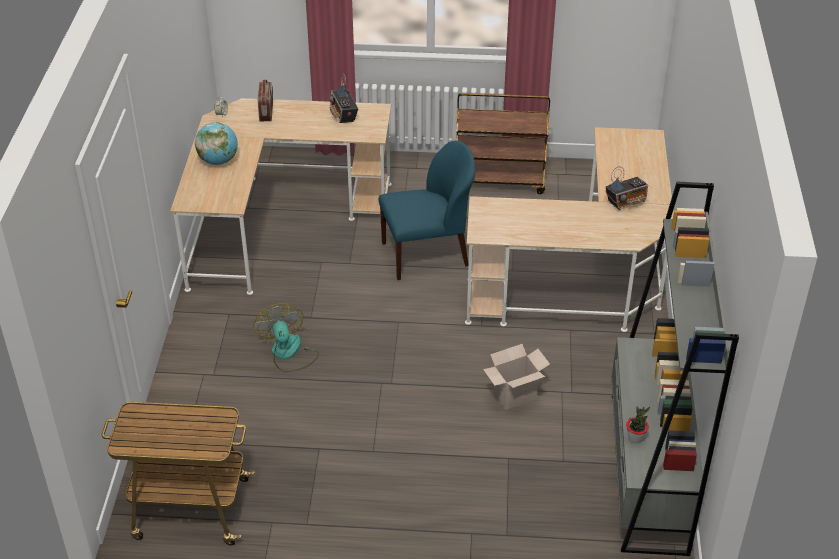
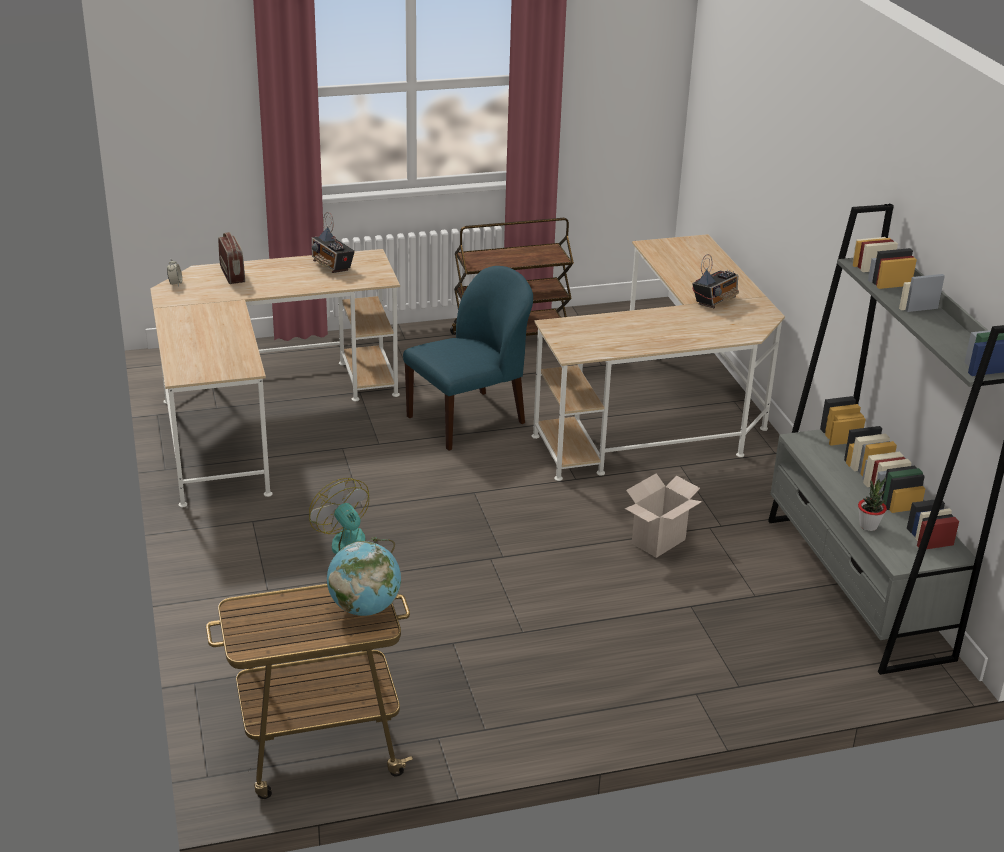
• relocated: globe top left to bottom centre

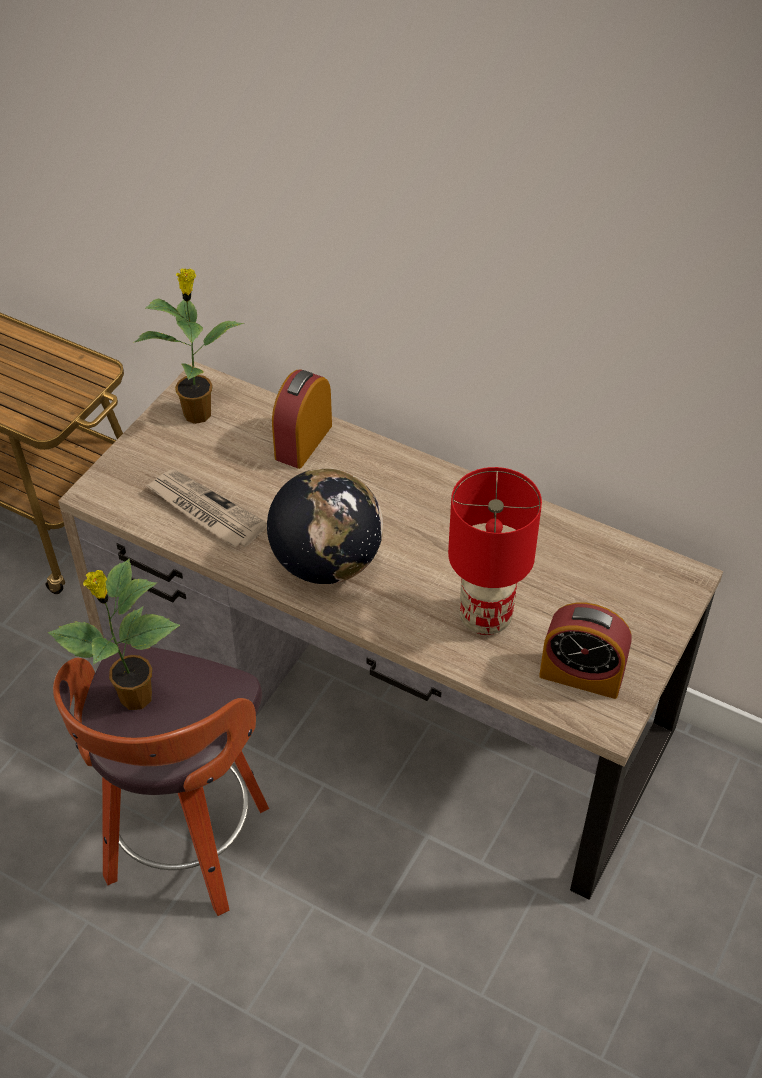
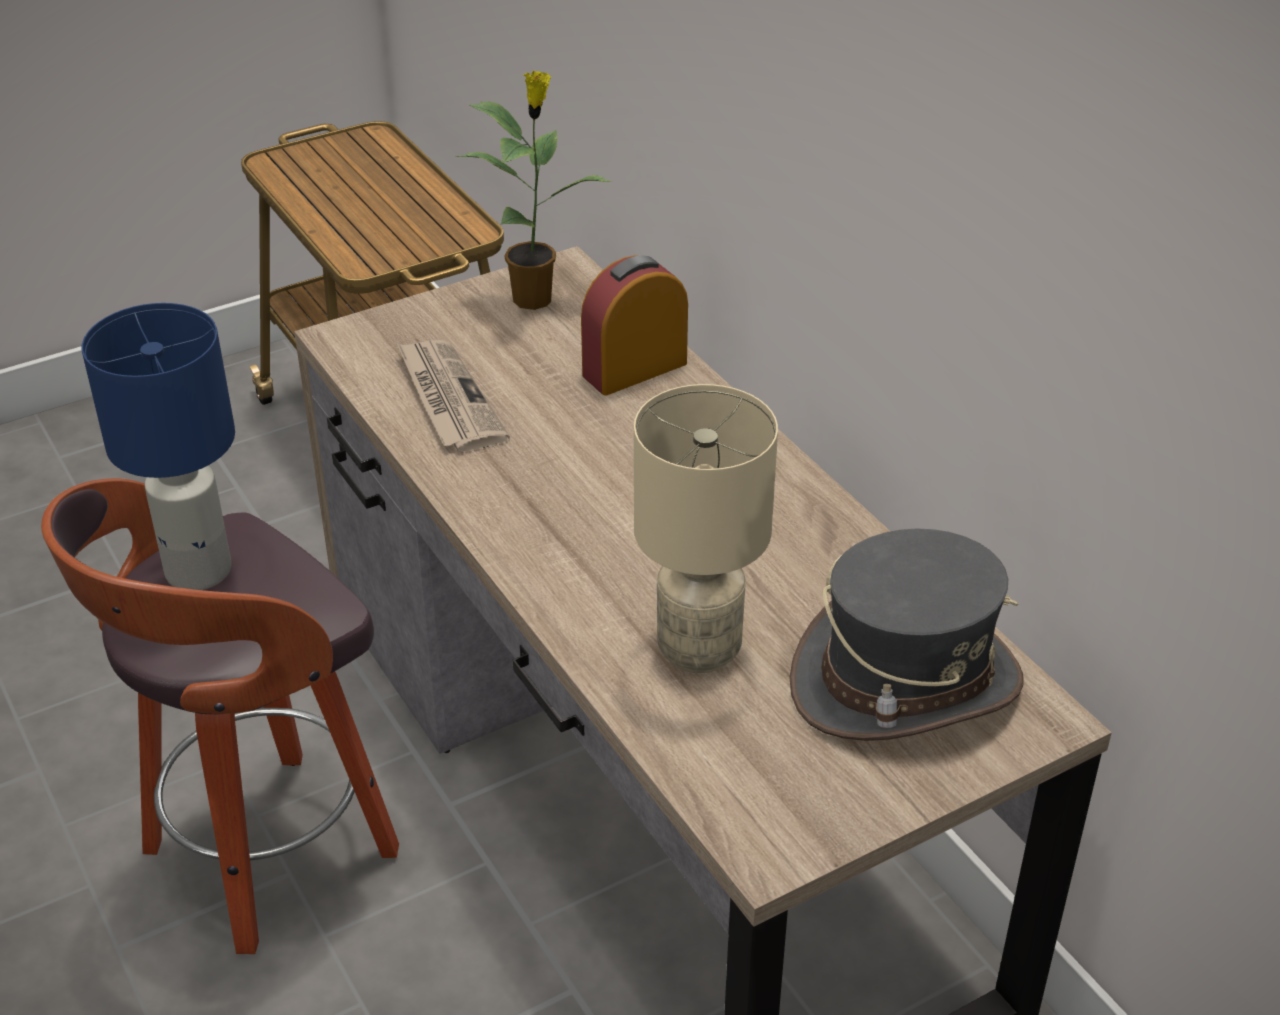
• colour: red table lamp centre to beige table lamp centre
• missing: globe centre
• exchanged: potted plant (no. 1 from left) middle left to blue table lamp middle left
• missing: alarm clock (no. 2 from left) middle right
• appeared: grey hat middle right

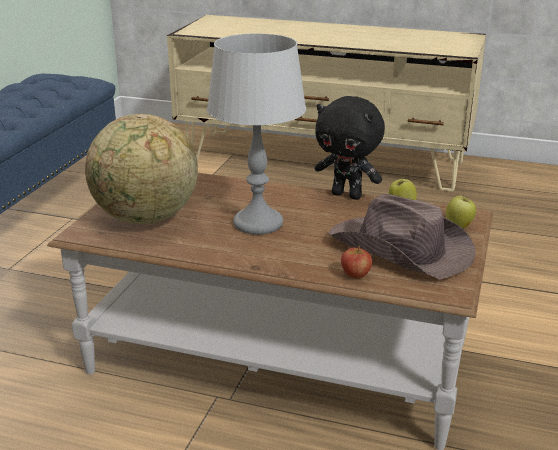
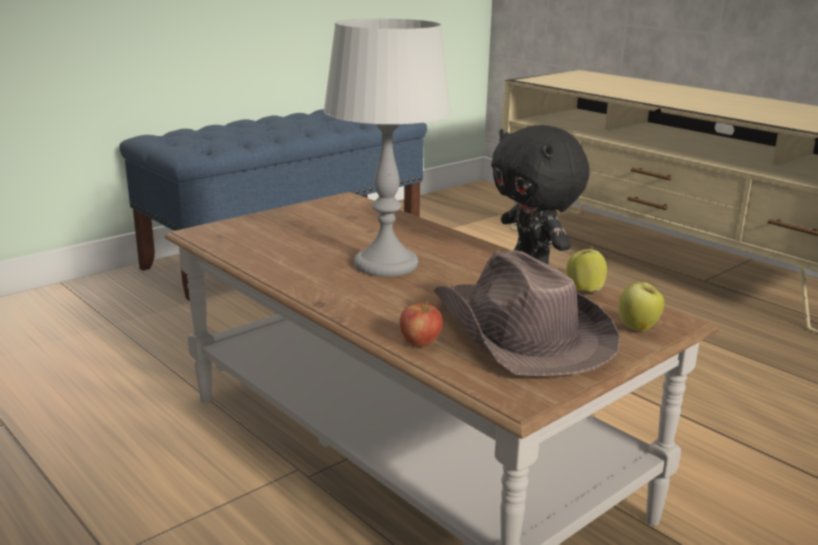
• missing: globe middle left

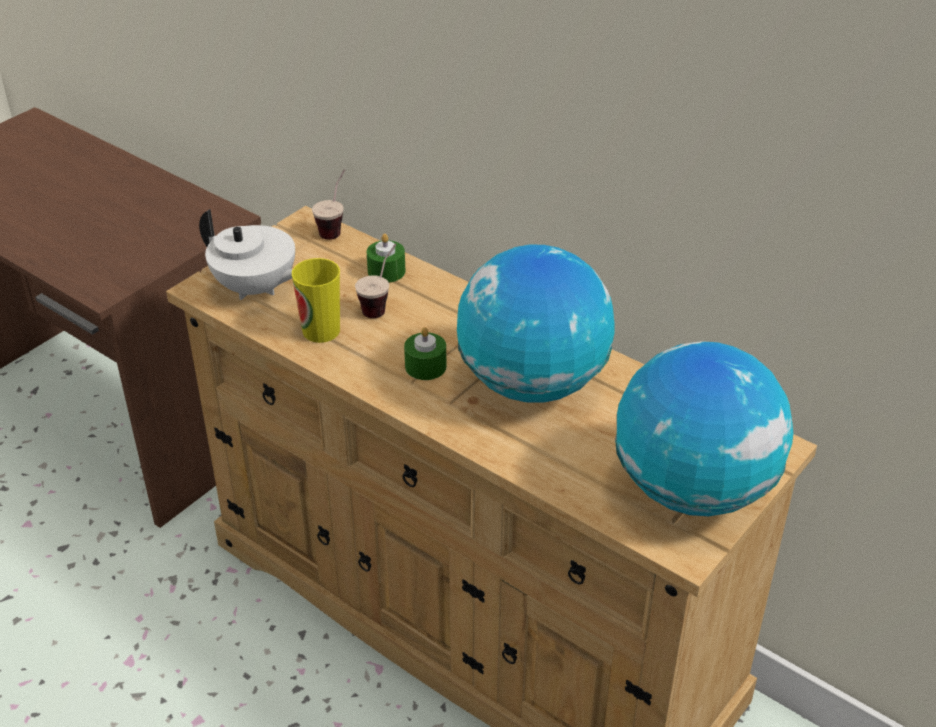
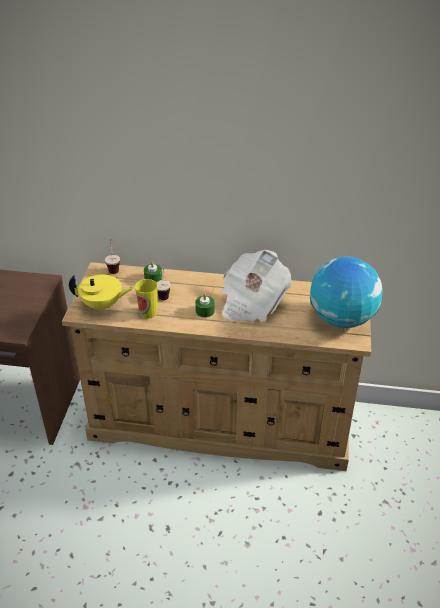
• colour: white teapot middle left to yellow teapot middle left
• exchanged: globe (no. 1 from left) centre to newspaper centre

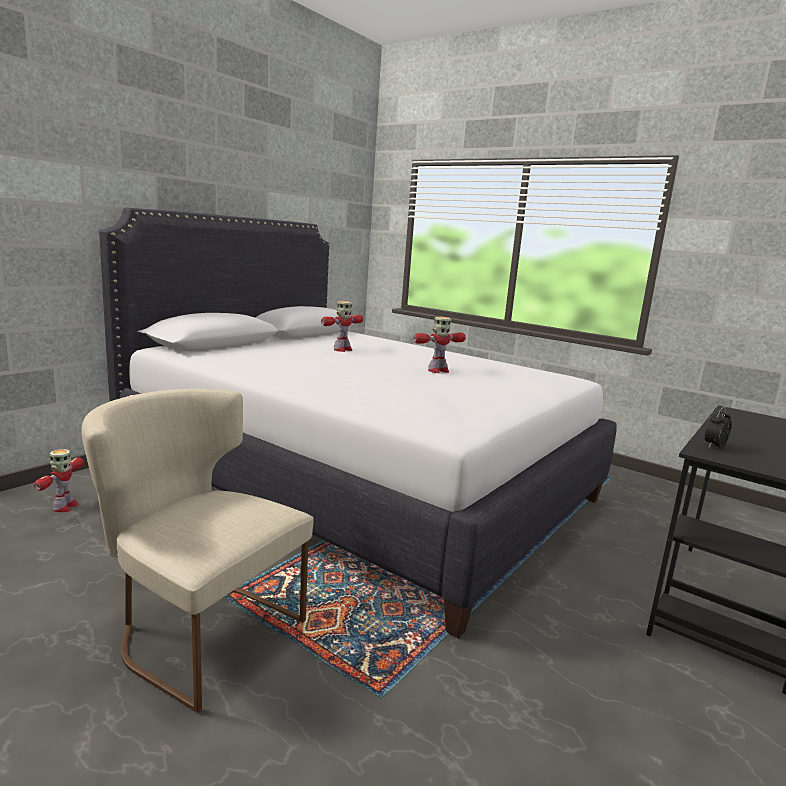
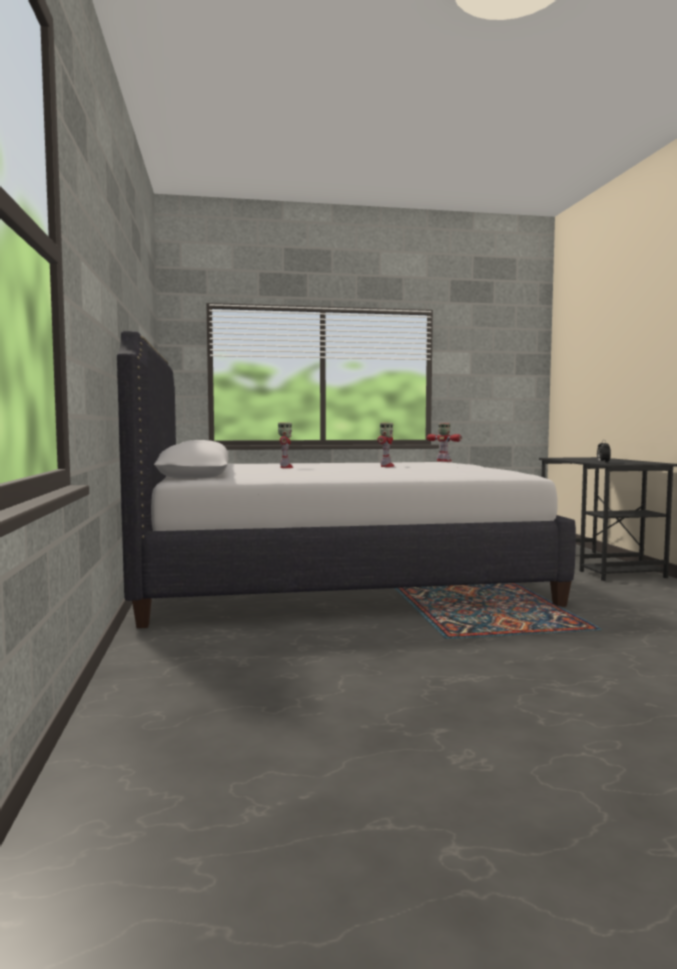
• missing: beige chair bottom left
• relocated: toy robot (no. 1 from left in the first image) middle left to toy robot (no. 3 from left) centre

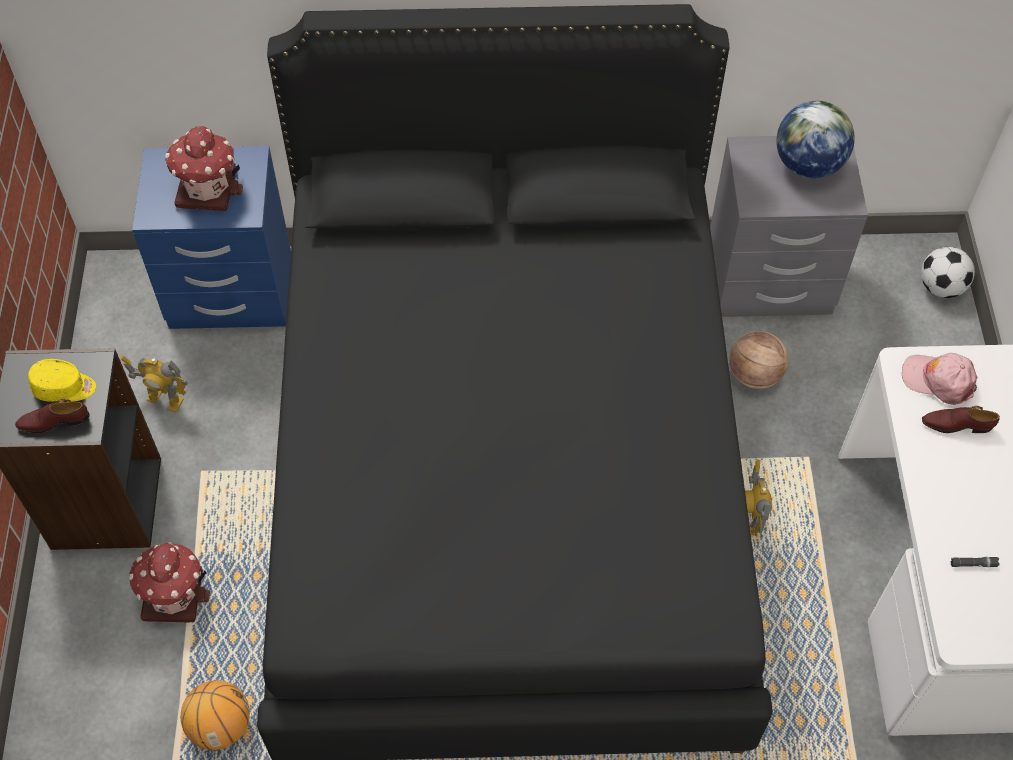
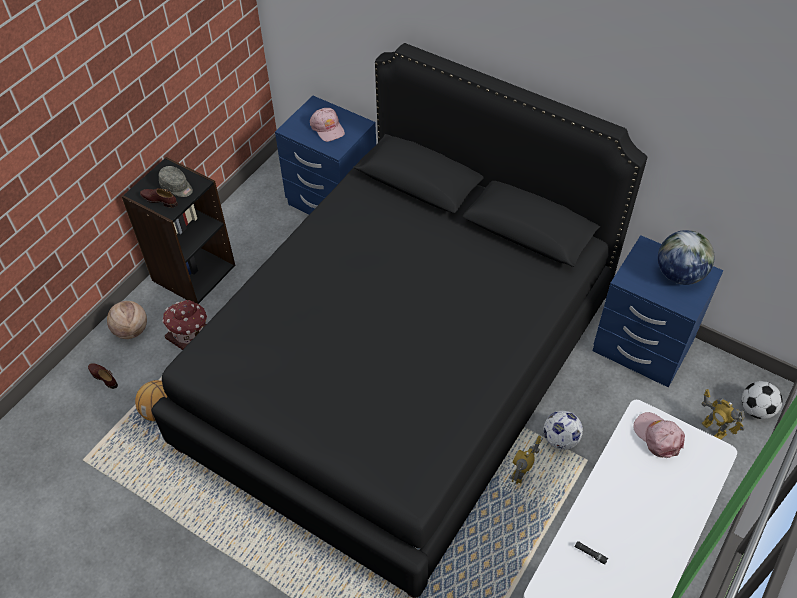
• exchanged: toy house (no. 2 from left) top left to pink cap (no. 1 from left) top centre
• colour: grey nightstand top right to blue nightstand (no. 2 from left) middle right
• relocated: basketball (no. 2 from left in the first image) middle right to basketball (no. 1 from left) middle left
• relocated: toy robot (no. 1 from left in the first image) middle left to toy robot (no. 2 from left) bottom right
• colour: yellow cap middle left to grey cap top left
• relocated: brown shoe (no. 2 from left in the first image) middle right to brown shoe (no. 1 from left) middle left
• appeared: football (no. 1 from left) bottom right

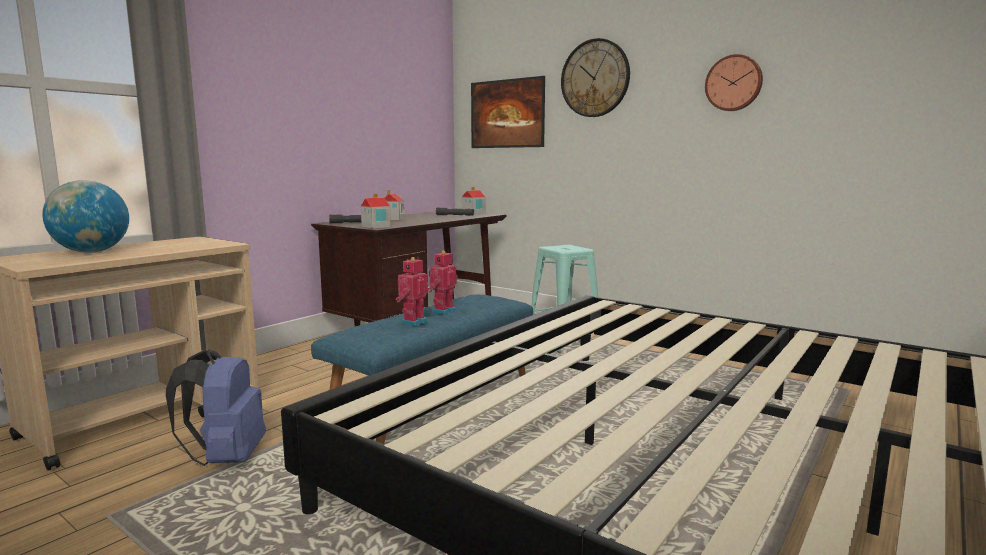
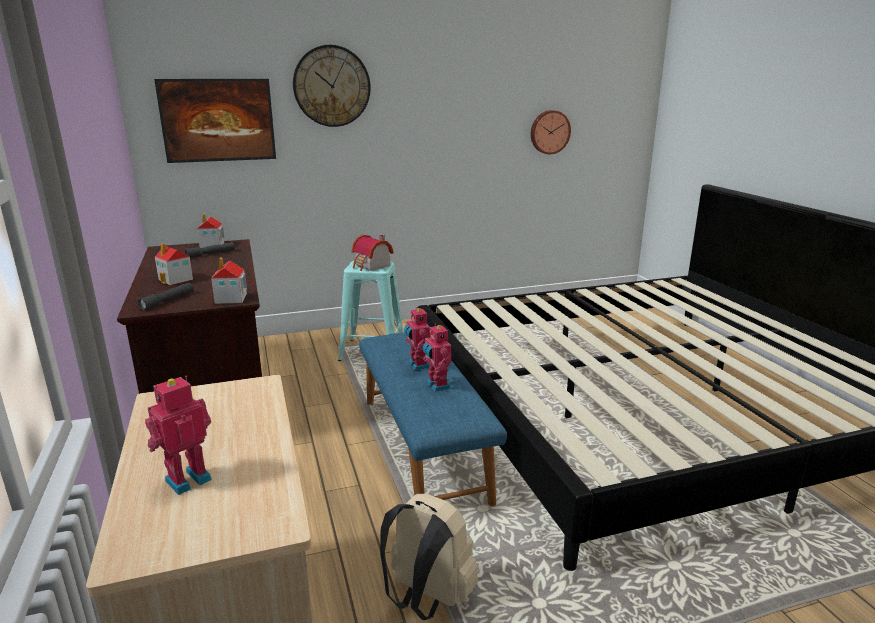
• relocated: wall clock (no. 2 from left) top right to top centre
• exchanged: globe middle left to toy robot (no. 1 from left) bottom left
• colour: blue backpack bottom left to beige backpack bottom centre
• appeared: toy house (no. 4 from left) centre

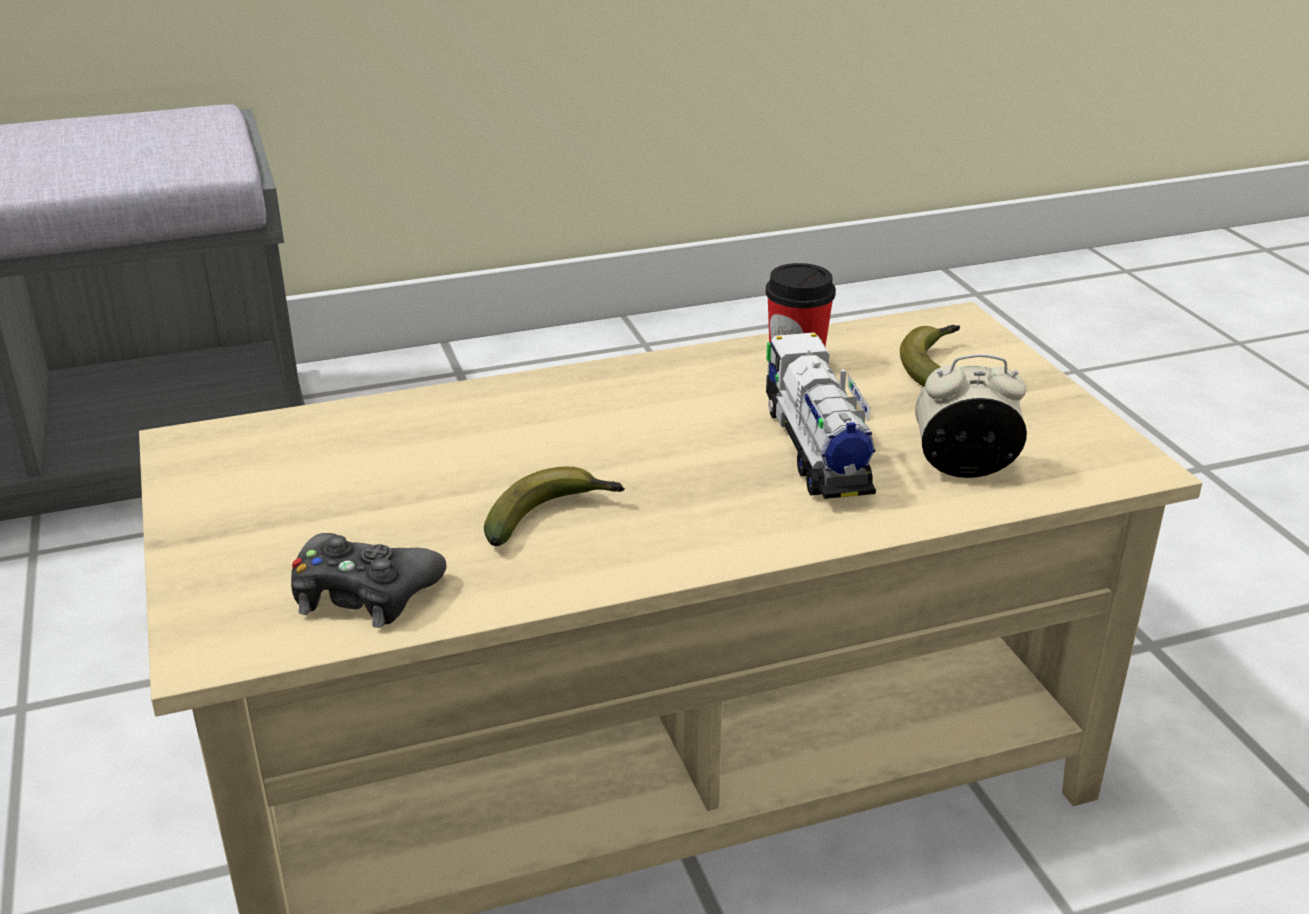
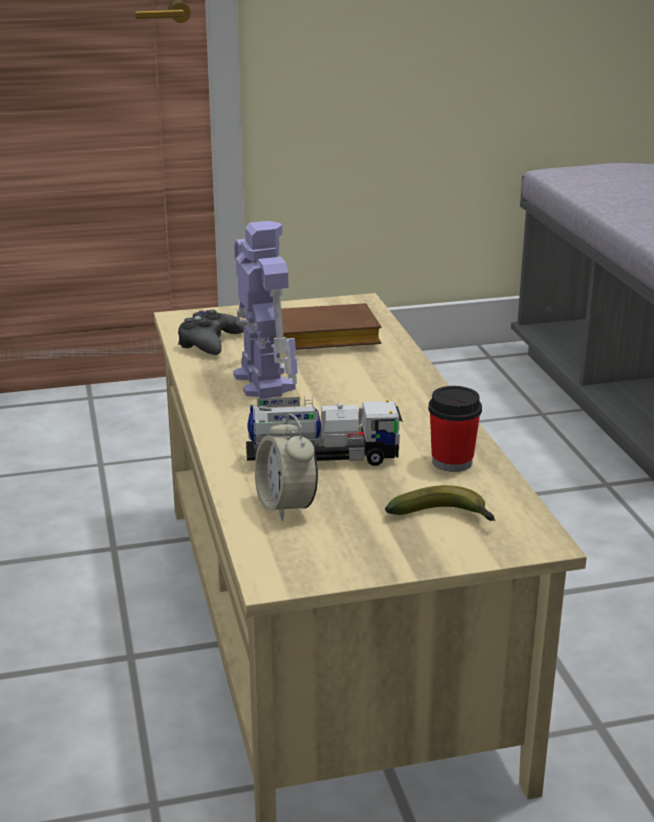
• spun: alarm clock middle right = centre 150 degrees clockwise
• exchanged: banana (no. 1 from left) centre to toy robot centre
• appeared: brown book centre

